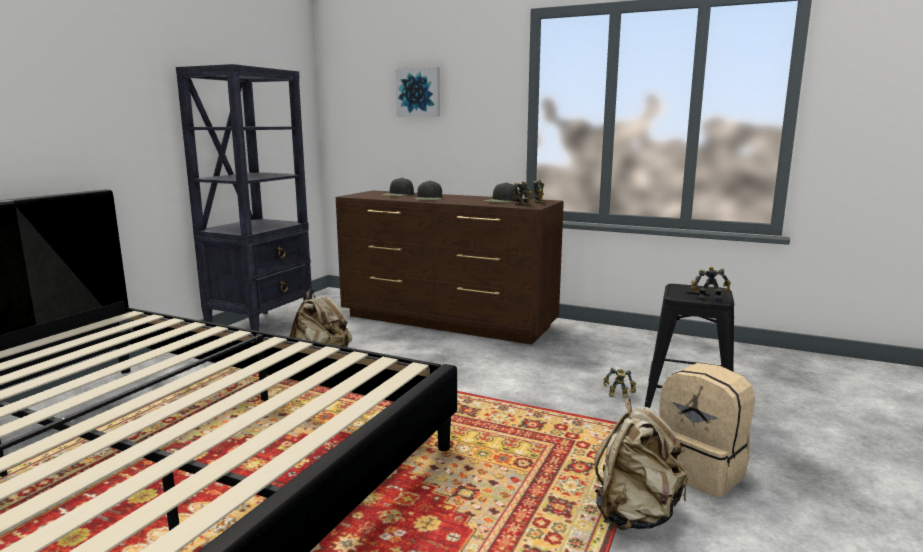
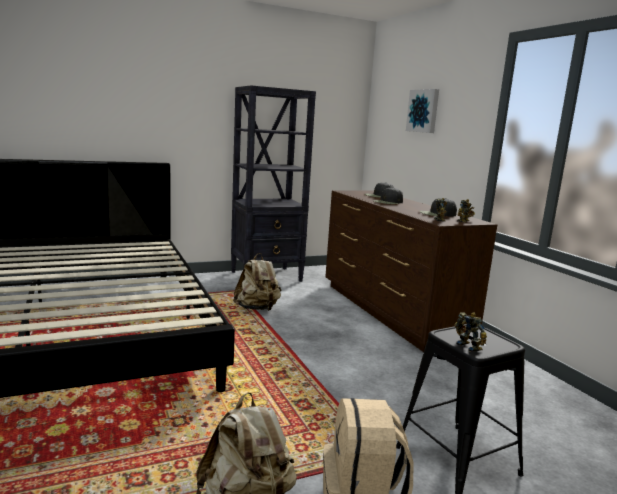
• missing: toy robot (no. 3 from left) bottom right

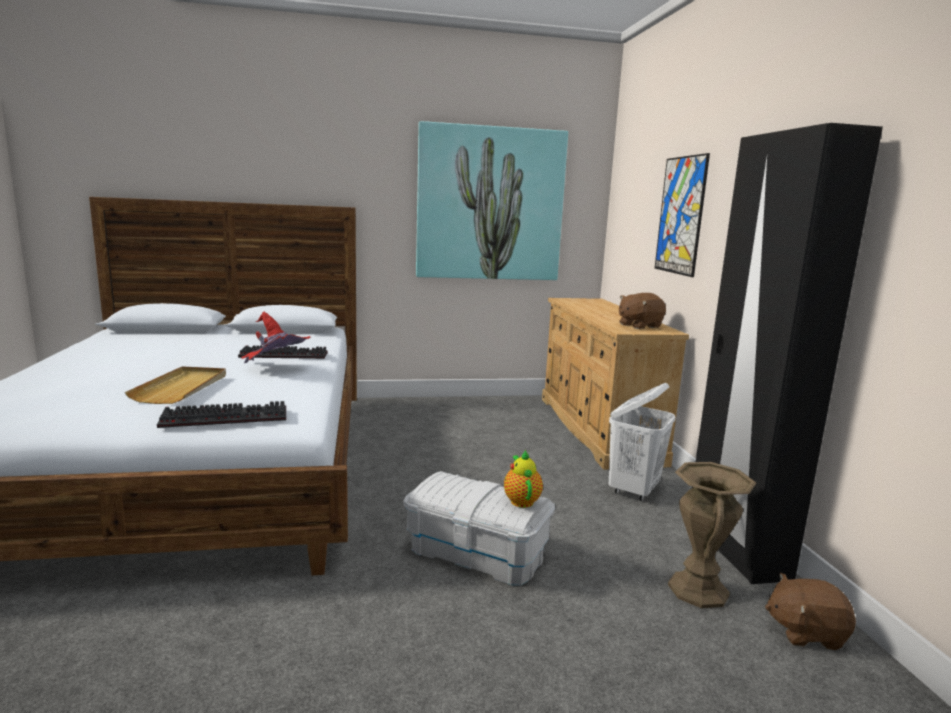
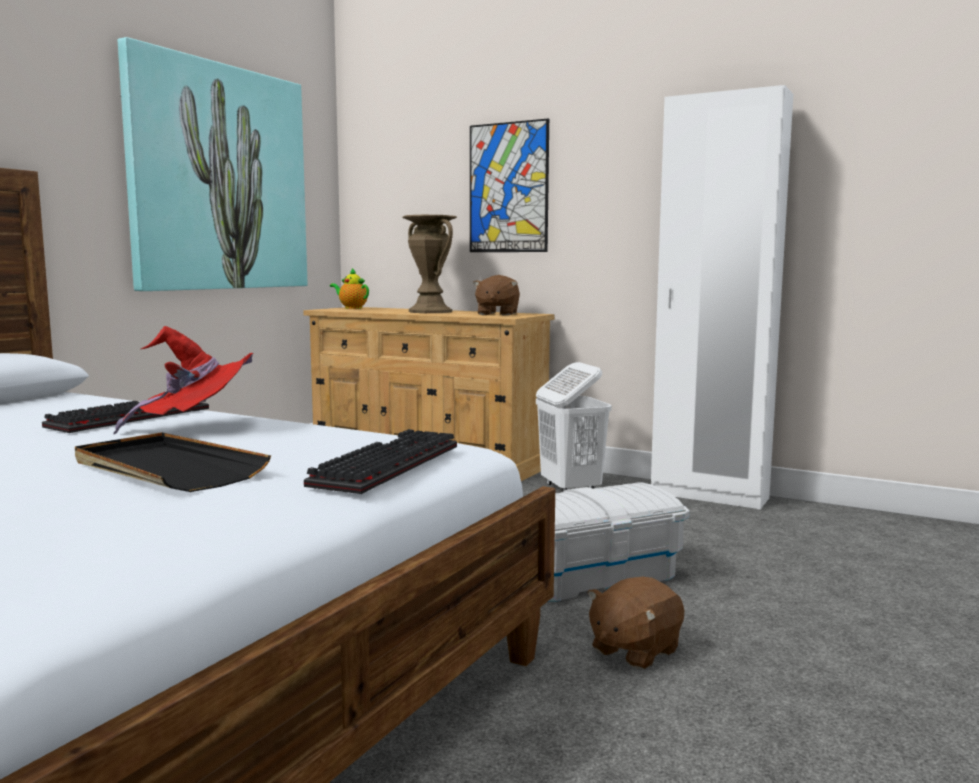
• colour: black wardrobe middle right to white wardrobe middle right
• colour: beige tray middle left to black tray middle left
• relocated: teapot bottom centre to centre
• relocated: brown vase bottom right to centre
• relocated: brown plush toy (no. 2 from left) bottom right to bottom centre

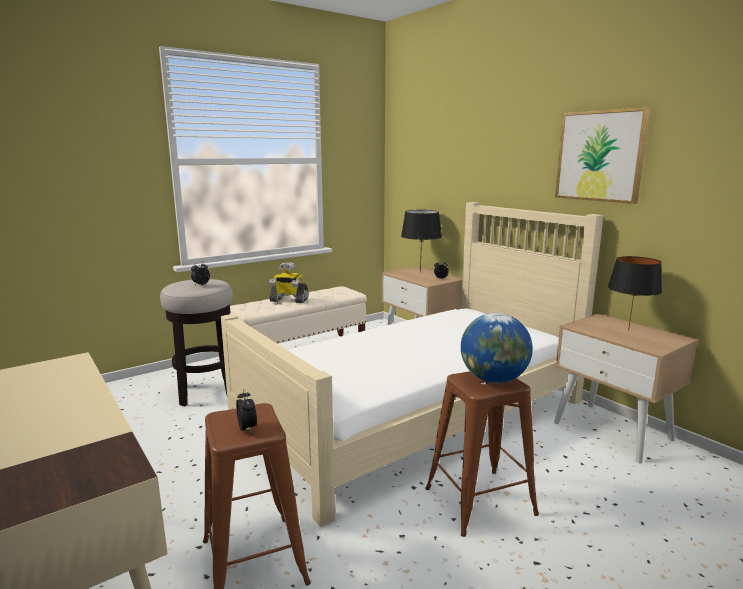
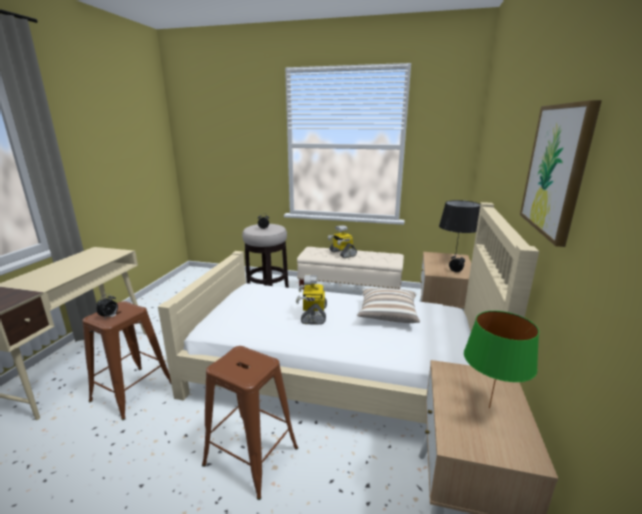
• colour: black table lamp (no. 2 from left) middle right to green table lamp bottom right
• missing: globe middle right
• appeared: toy robot (no. 1 from left) centre
• appeared: pillow centre

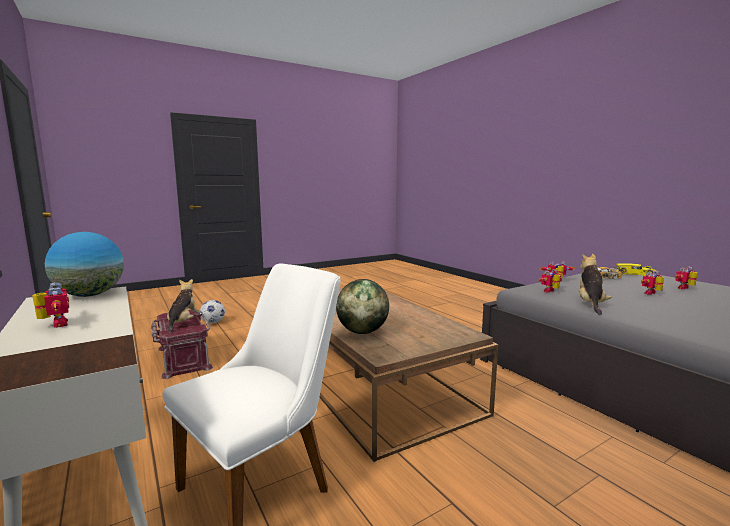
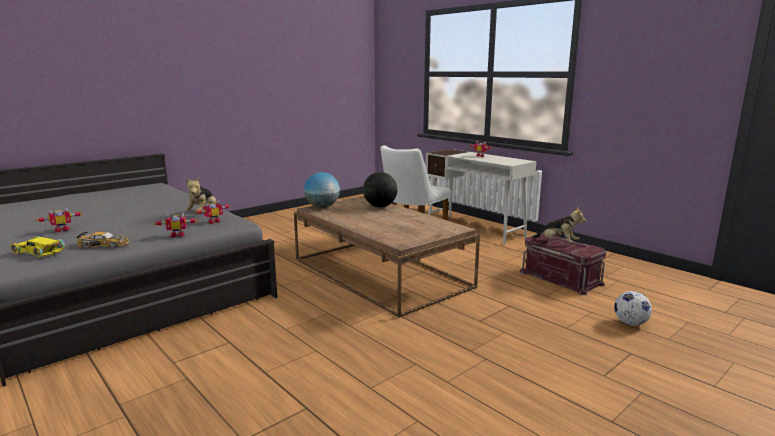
• relocated: globe (no. 1 from left) middle left to centre
• missing: toy robot (no. 4 from left) middle right
• spun: plush toy (no. 1 from left in the first image) middle left = middle right 45 degrees counterclockwise

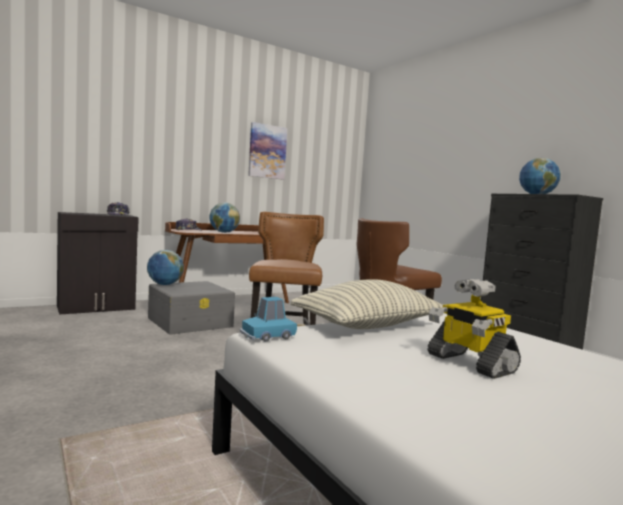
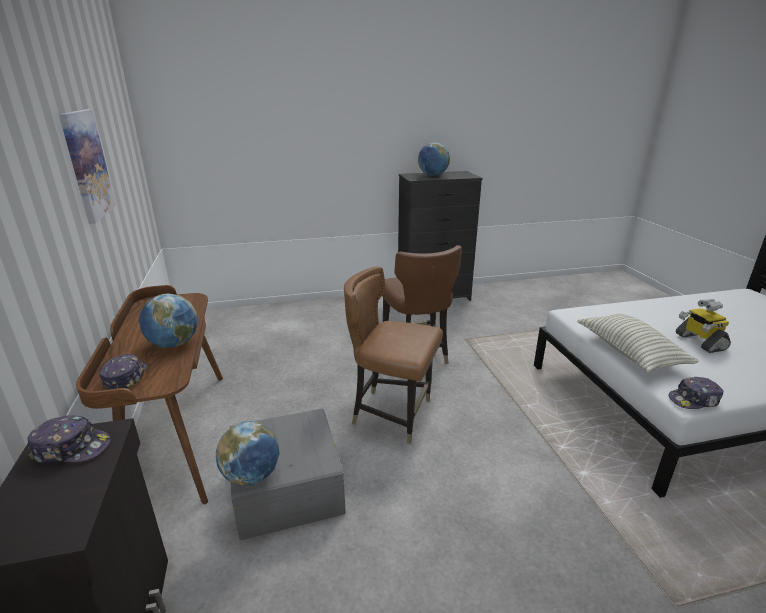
• spun: toy robot middle right = middle right 90 degrees clockwise
• exchanged: blue toy car centre to cap (no. 3 from left) middle right

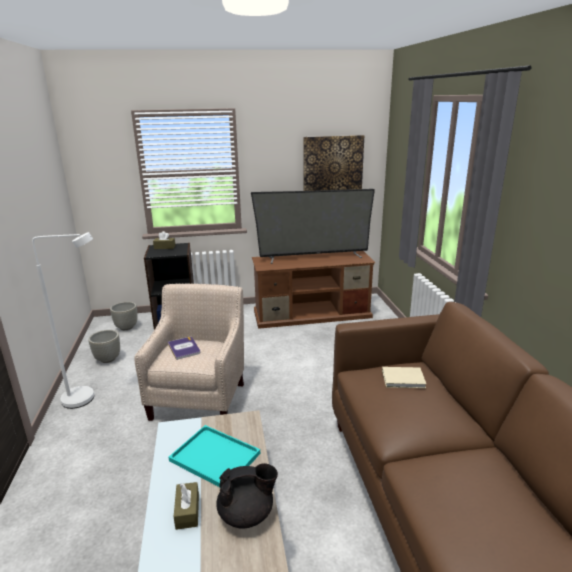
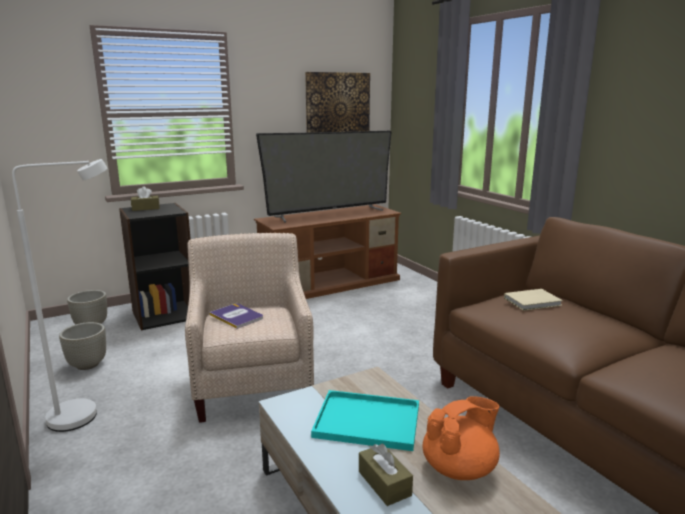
• colour: black teapot bottom centre to orange teapot bottom right

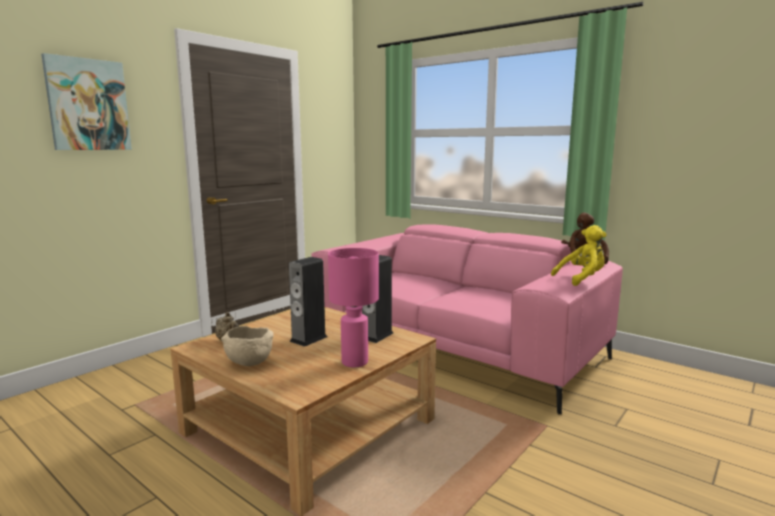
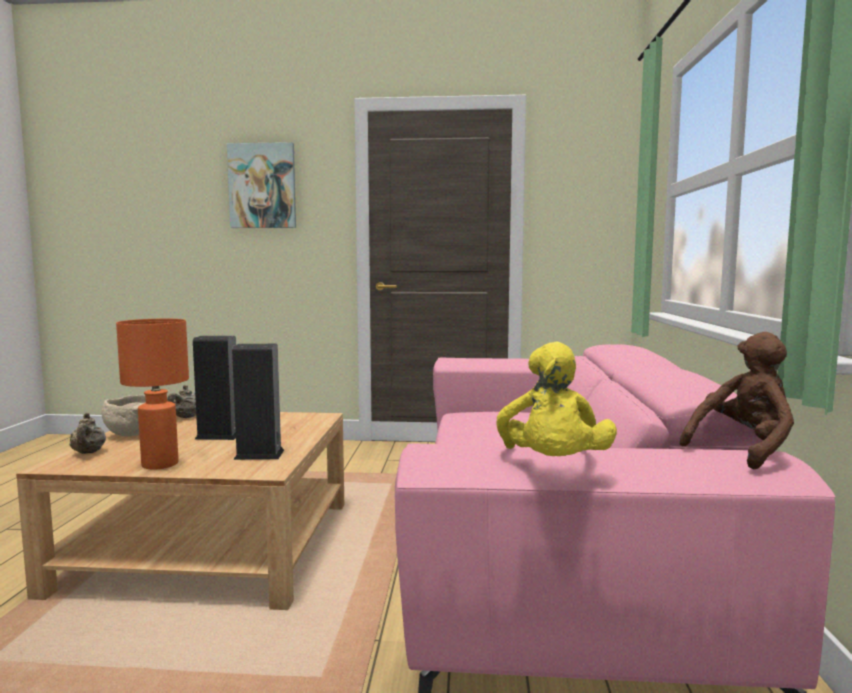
• spun: yellow plush toy middle right = centre 60 degrees clockwise
• colour: pink table lamp centre to orange table lamp middle left
• appeared: beige teapot (no. 1 from left) middle left

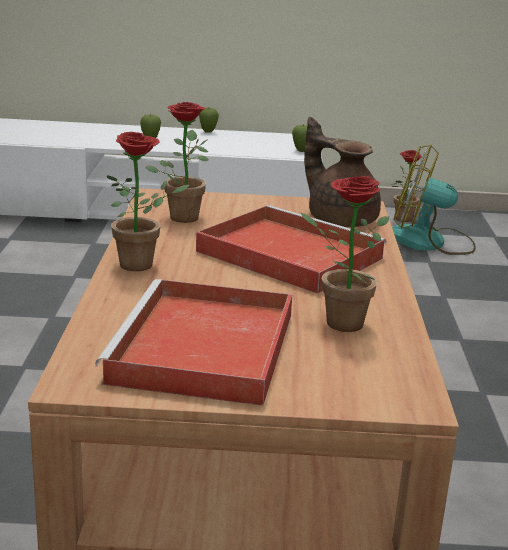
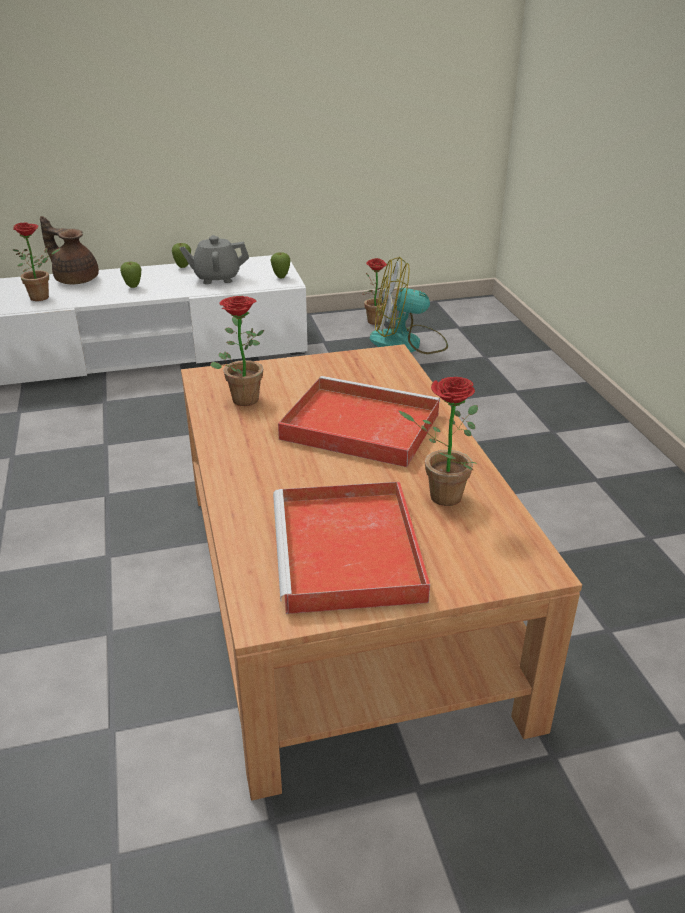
• relocated: brown teapot top right to top left
• relocated: potted plant (no. 1 from left) middle left to top left
• appeared: grey teapot top left

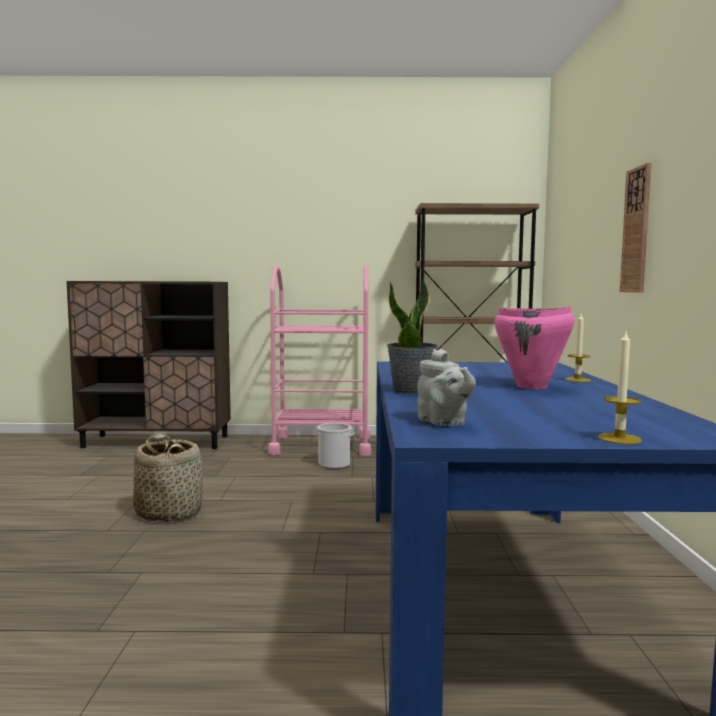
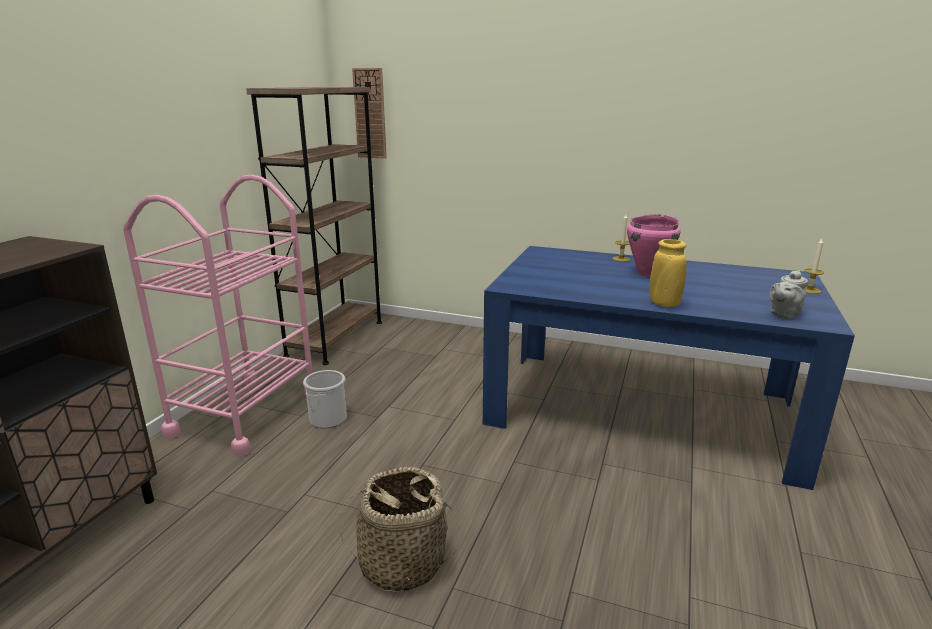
• relocated: wall clock top right to top centre
• exchanged: potted plant centre to yellow vase middle right
• spun: grey teapot centre = middle right 150 degrees clockwise

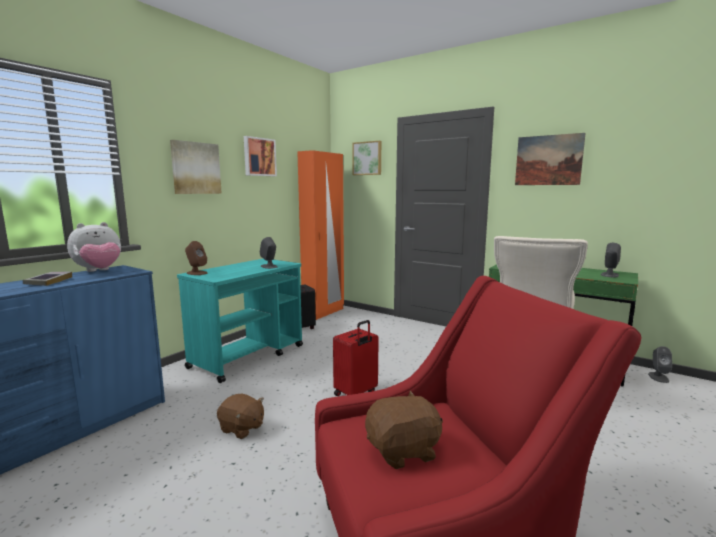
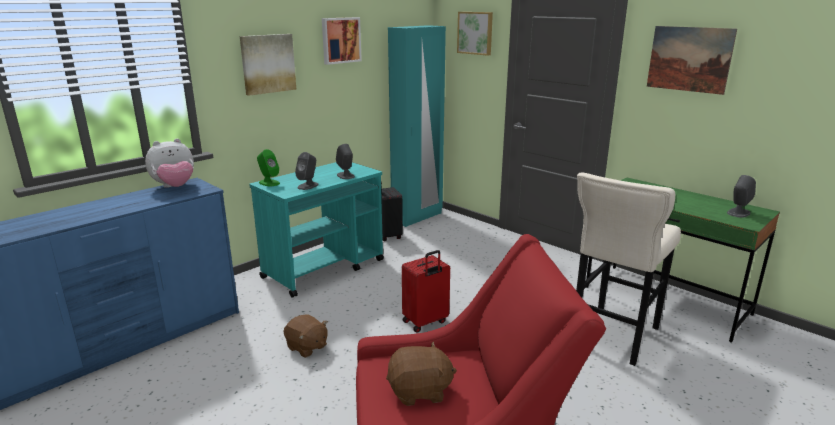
• colour: orange wardrobe centre to turquoise wardrobe top centre
• colour: brown speaker middle left to green speaker middle left
• missing: book middle left
• relocated: grey speaker (no. 3 from left in the first image) bottom right to grey speaker (no. 1 from left) centre

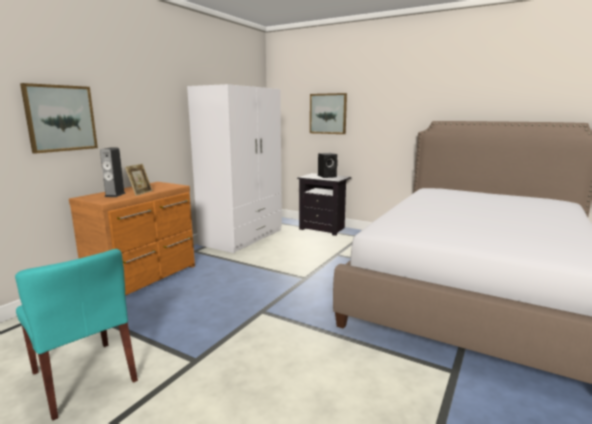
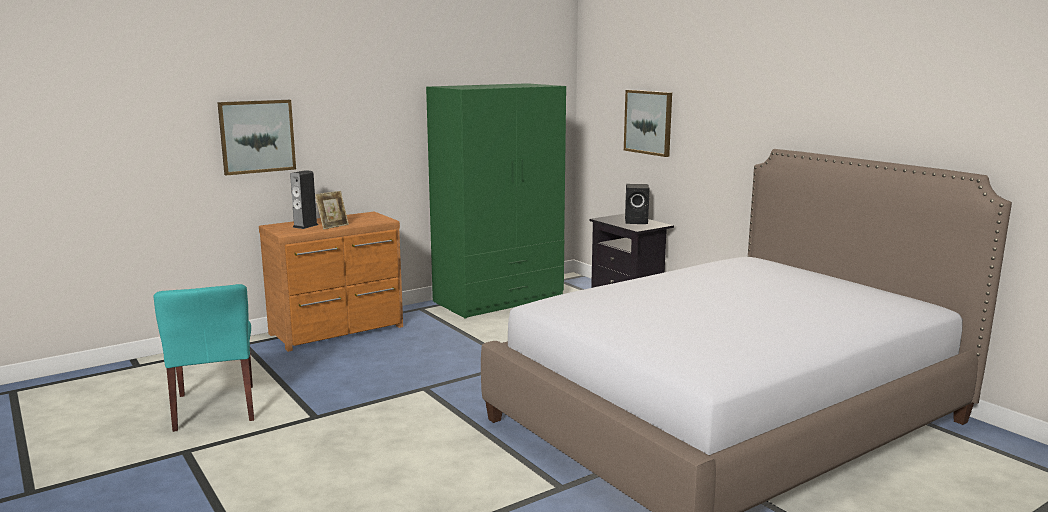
• colour: white wardrobe centre to green wardrobe centre

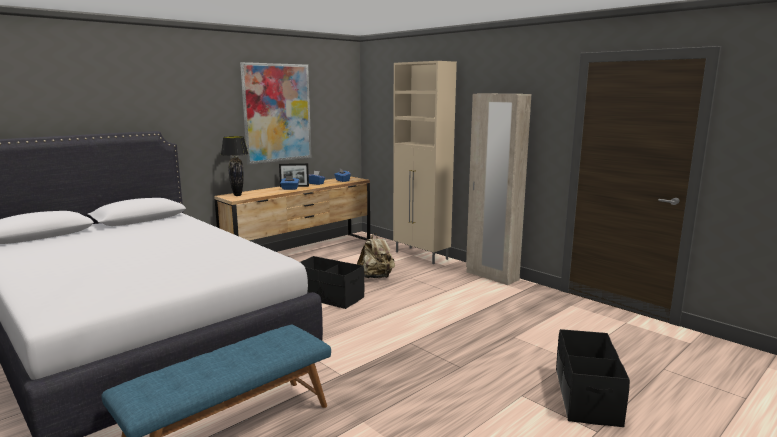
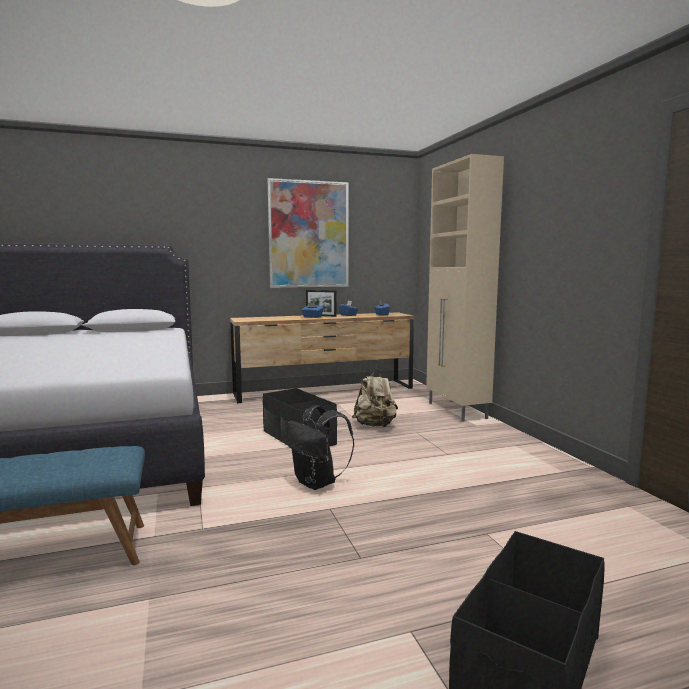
• missing: beige wardrobe centre
• missing: black table lamp middle left
• appeared: black backpack centre

